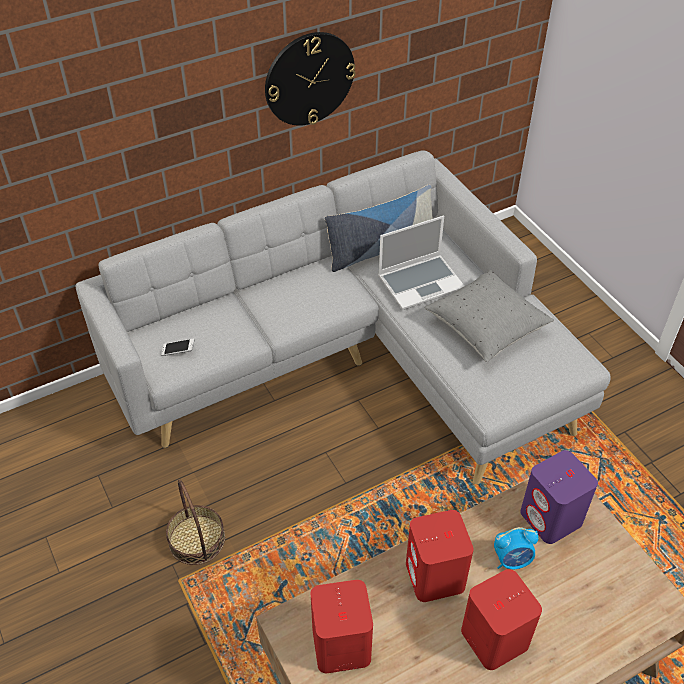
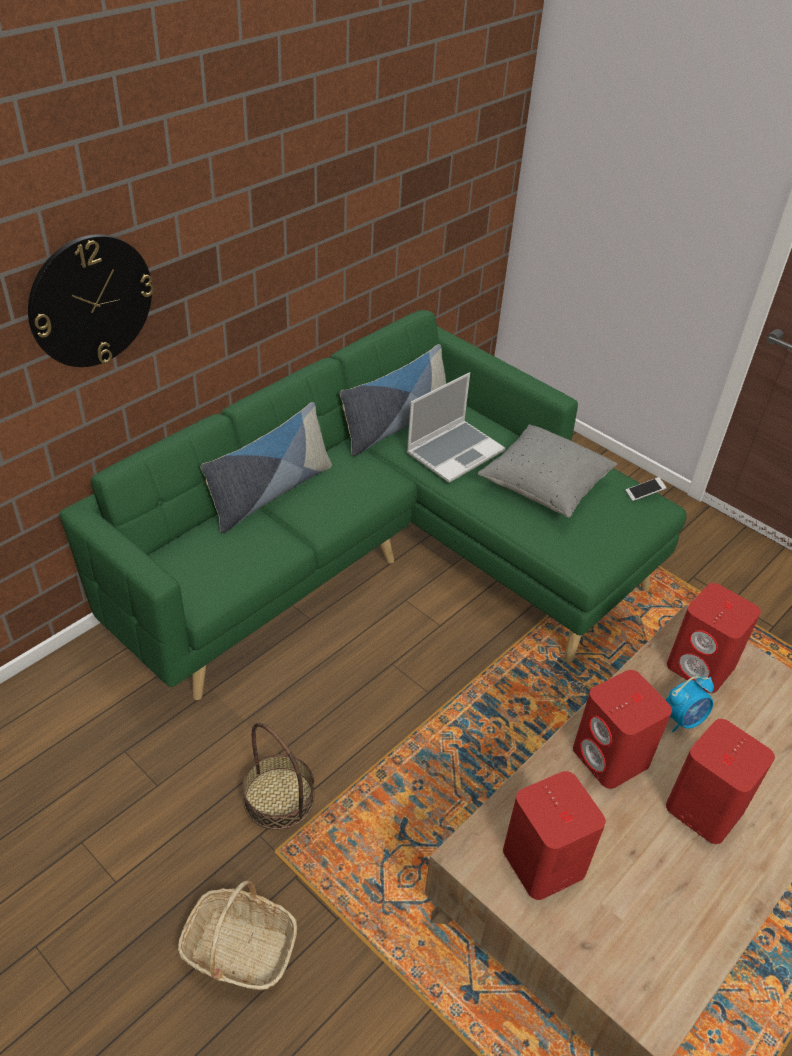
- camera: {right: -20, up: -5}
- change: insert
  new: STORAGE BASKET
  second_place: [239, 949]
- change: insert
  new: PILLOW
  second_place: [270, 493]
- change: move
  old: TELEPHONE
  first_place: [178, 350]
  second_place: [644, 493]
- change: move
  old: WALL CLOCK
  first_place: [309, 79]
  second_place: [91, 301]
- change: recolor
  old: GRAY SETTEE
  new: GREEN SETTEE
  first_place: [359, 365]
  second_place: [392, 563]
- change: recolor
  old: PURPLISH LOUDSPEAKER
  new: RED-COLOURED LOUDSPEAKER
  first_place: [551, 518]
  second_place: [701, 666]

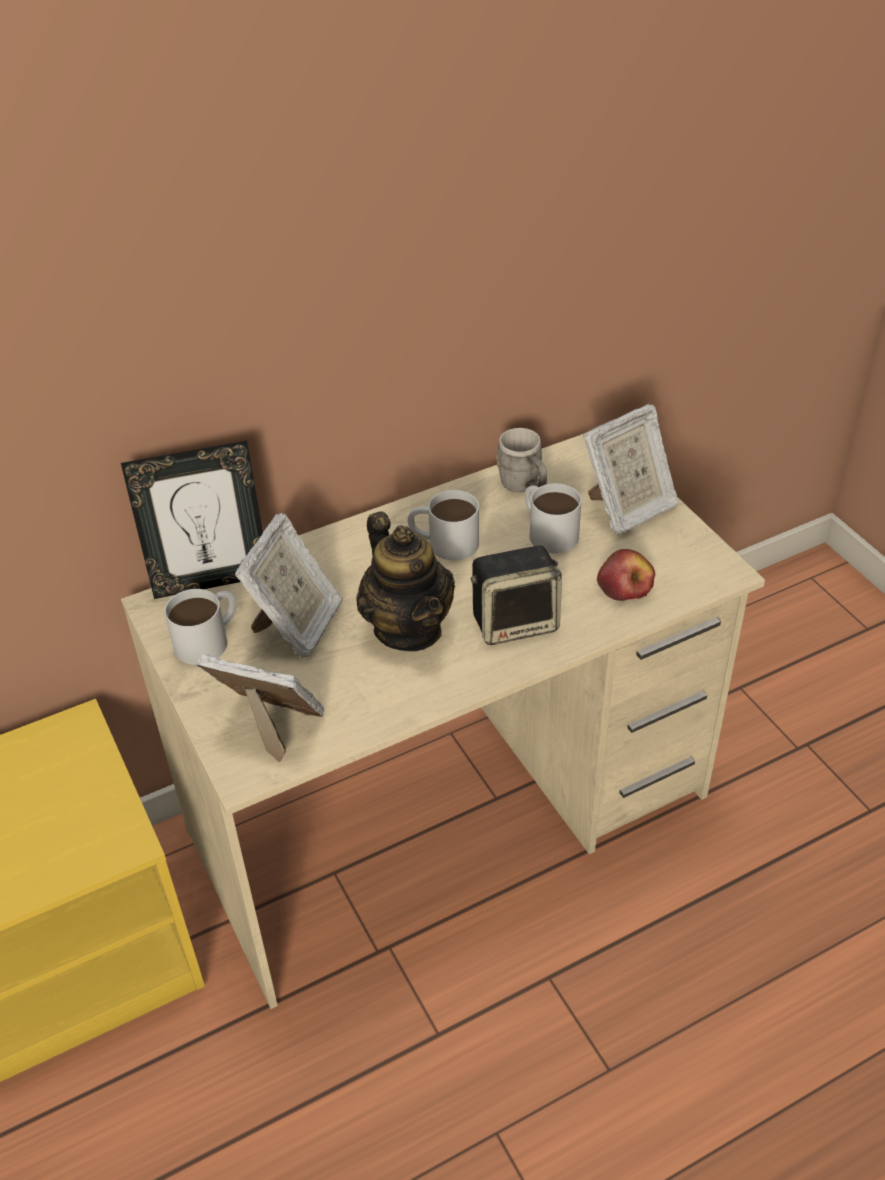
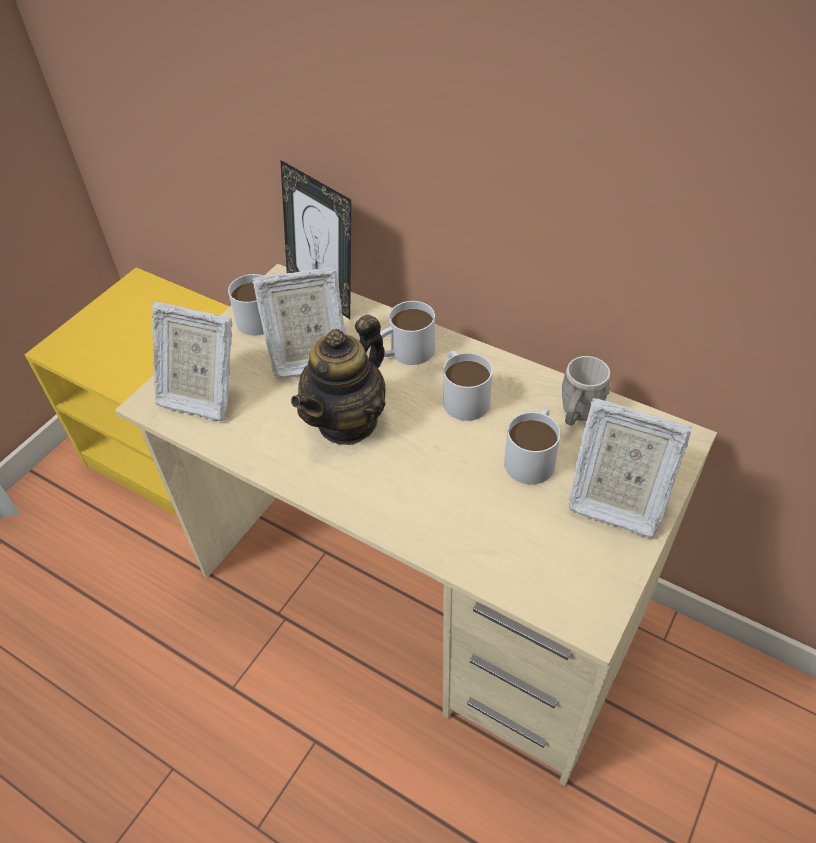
- camera: {right: 60, up: 5}
- change: delete
  old: LOUDSPEAKER
  first_place: [516, 622]
- change: delete
  old: APPLE FRUIT
  first_place: [625, 586]
- change: insert
  new: WHITE COFFEE MUG
  second_place: [404, 352]
- change: rotate
  old: PHOTO FRAME
  first_place: [273, 727]
  second_place: [200, 396]
  degrees: 120

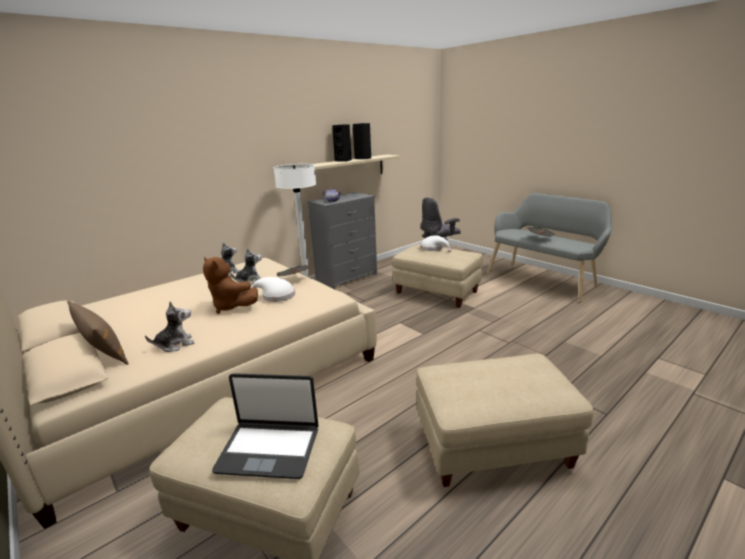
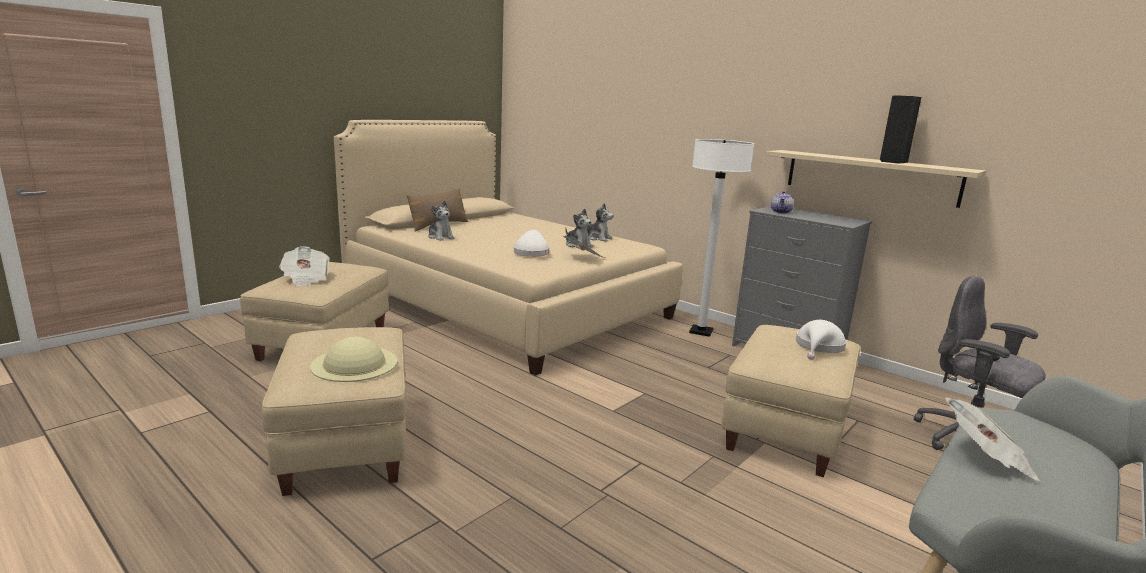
- camera: {right: 80, up: -5}
- change: delete
  old: BROWN SOFT TOY
  first_place: [231, 307]
- change: delete
  old: BLACK-COLOURED LOUDSPEAKER
  first_place: [344, 160]
- change: insert
  new: BEIGE-COLOURED CLOTHING HAT
  second_place: [354, 363]
- change: replace
  old: LAPTOP
  new: NEWSPAPER
  first_place: [269, 449]
  second_place: [305, 279]

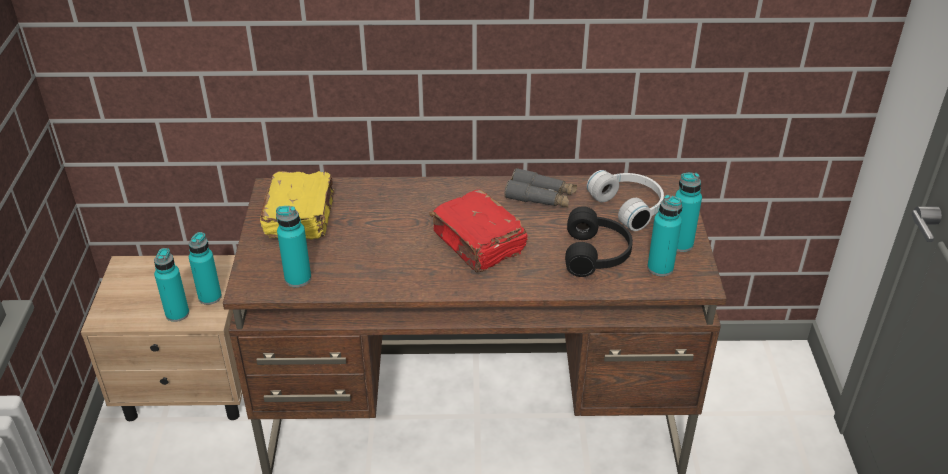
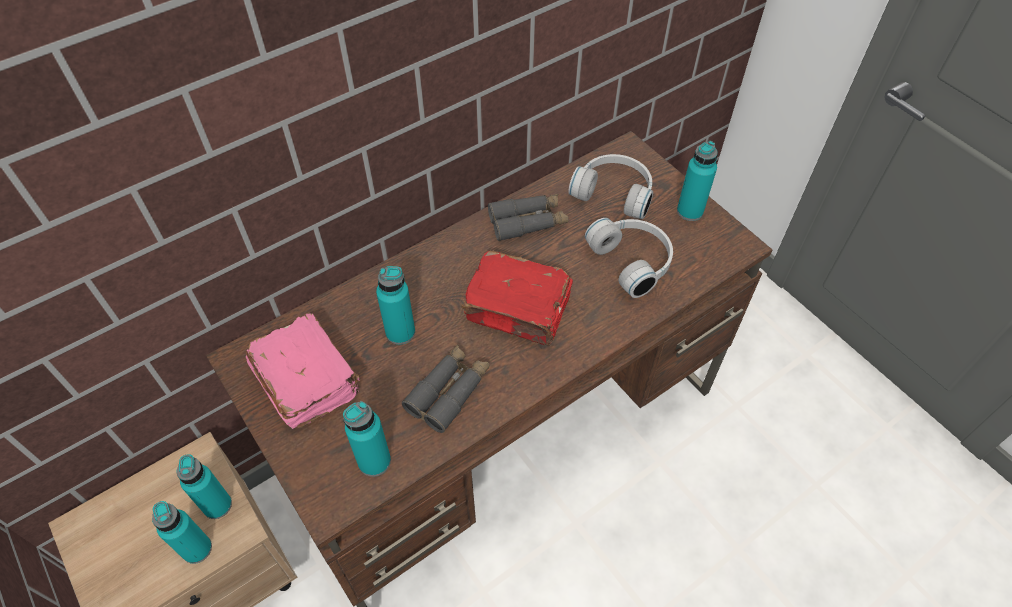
- camera: {right: -35, up: 15}
- change: insert
  new: GRAY FIELD GLASSES
  second_place: [449, 392]
- change: move
  old: TURQUOISE-COLOURED BOTTLE
  first_place: [660, 268]
  second_place: [400, 332]
- change: recolor
  old: YELLOWISH BOUND BOOK
  new: PINK-COLOURED BOUND BOOK
  first_place: [301, 217]
  second_place: [307, 379]
- change: recolor
  old: BLACK-COLOURED HEADSET
  new: WHITE HEADSET
  first_place: [597, 254]
  second_place: [633, 261]

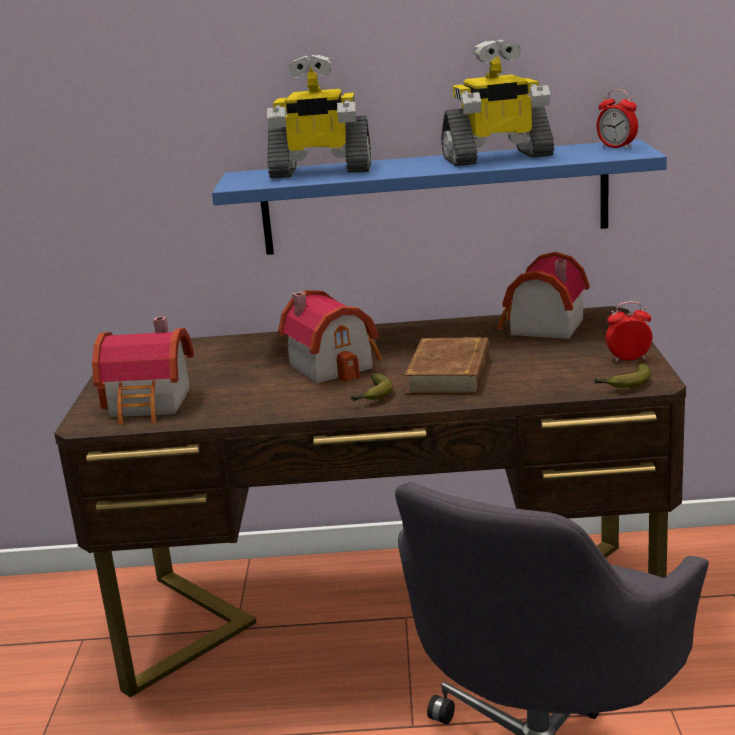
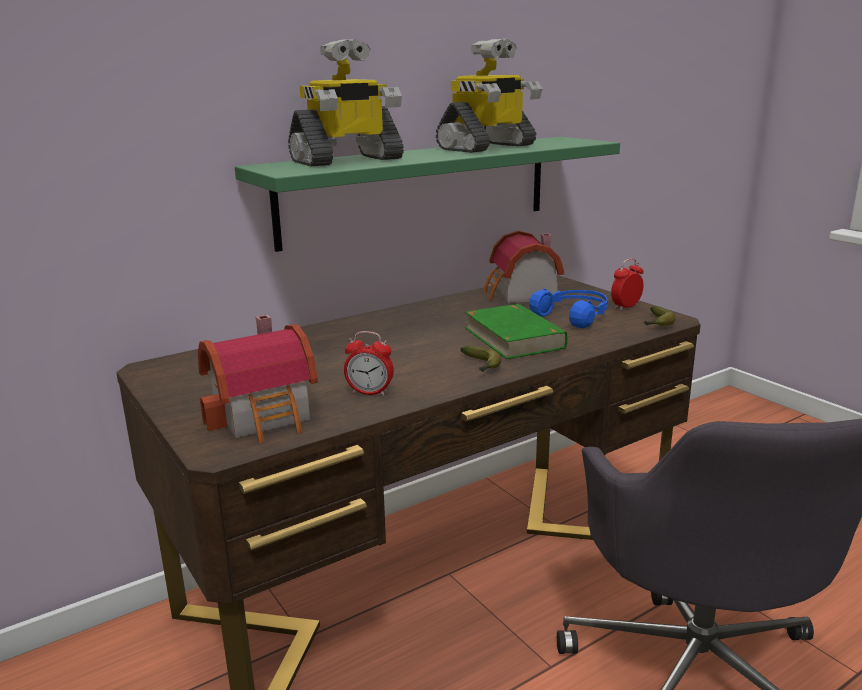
- camera: {right: -35, up: 0}
- change: delete
  old: TOY HOUSE
  first_place: [334, 365]
- change: insert
  new: BLUE-COLOURED HEADSET
  second_place: [574, 316]
- change: move
  old: TABLE CLOCK
  first_place: [617, 147]
  second_place: [370, 393]
- change: recolor
  old: BLUE-COLOURED BRACKET SHELF
  new: GREEN BRACKET SHELF
  first_place: [434, 198]
  second_place: [419, 189]
- change: recolor
  old: BROWN BOUND BOOK
  new: GREEN BOUND BOOK
  first_place: [450, 373]
  second_place: [514, 337]

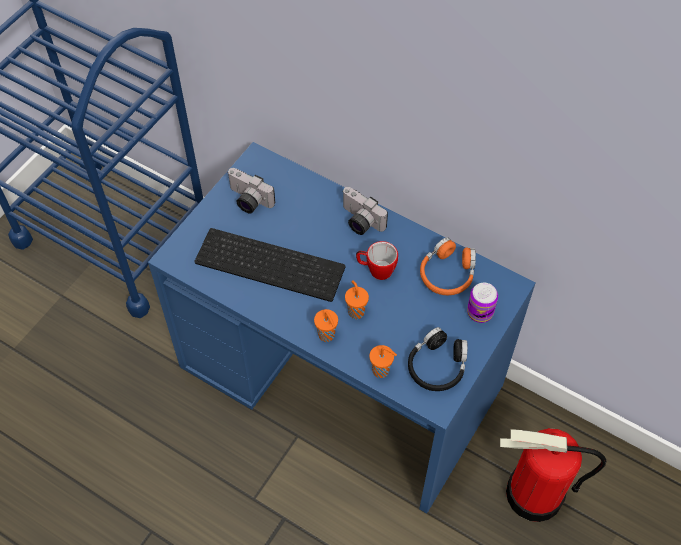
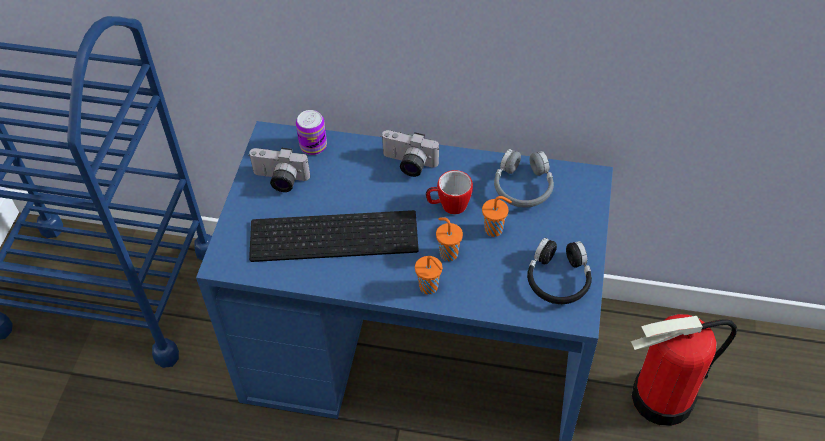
- camera: {right: -20, up: -5}
- change: move
  old: ORANGE SMALL CUP
  first_place: [381, 371]
  second_place: [494, 230]
- change: move
  old: CAN
  first_place: [480, 312]
  second_place: [313, 146]
- change: recolor
  old: ORANGE HEADSET
  new: GRAY HEADSET
  first_place: [447, 273]
  second_place: [523, 186]

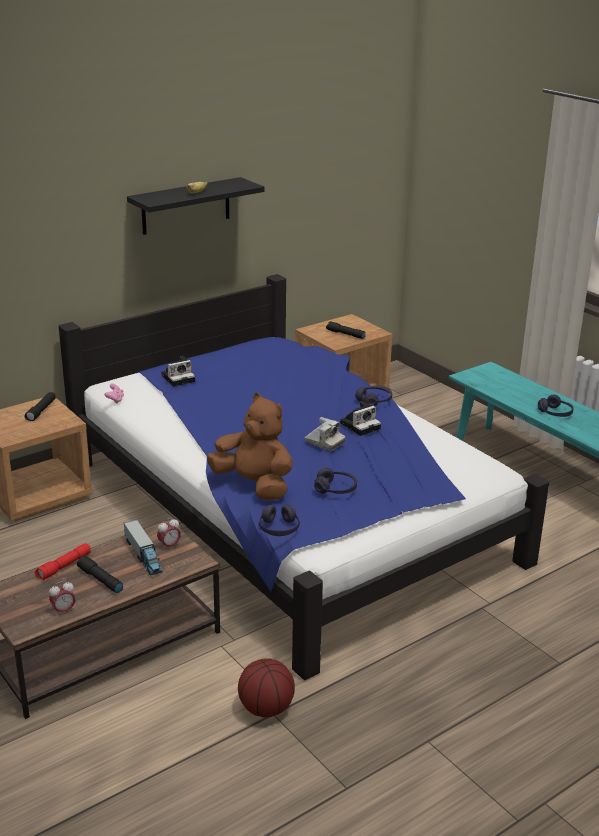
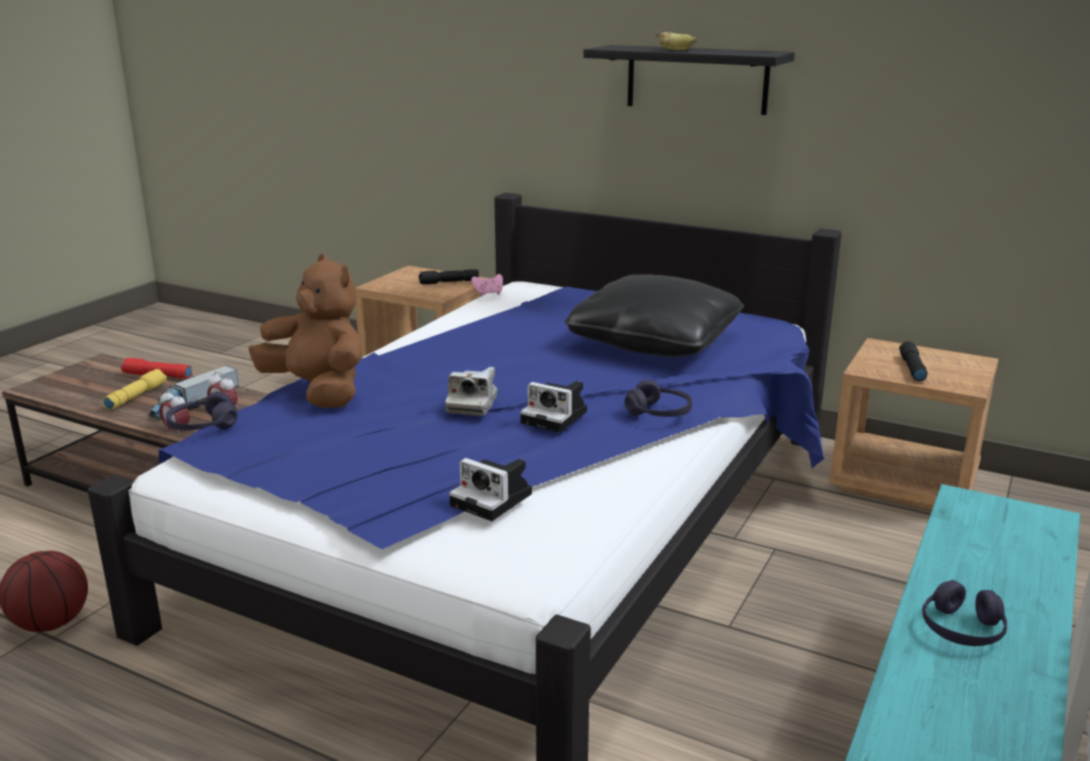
- camera: {right: 65, up: -5}
- change: delete
  old: PURPLISH HEADSET
  first_place: [335, 489]
- change: insert
  new: BLACK-COLOURED PILLOW
  second_place: [655, 342]
- change: move
  old: TABLE CLOCK
  first_place: [63, 610]
  second_place: [176, 430]
- change: move
  old: PHOTO CAMERA
  first_place: [179, 378]
  second_place: [494, 500]
- change: recolor
  old: BLACK-COLOURED HAND TORCH
  new: YELLOWISH HAND TORCH
  first_place: [99, 580]
  second_place: [136, 396]
- change: rotate
  old: BROWN SOFT TOY
  first_place: [254, 485]
  second_place: [318, 392]
  degrees: -60

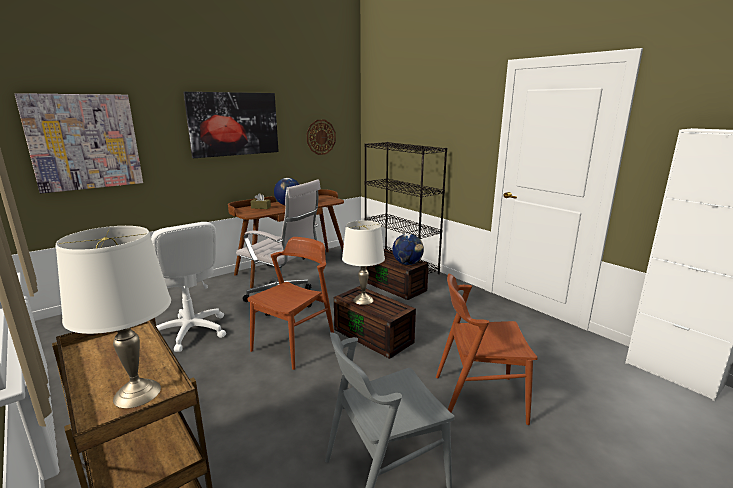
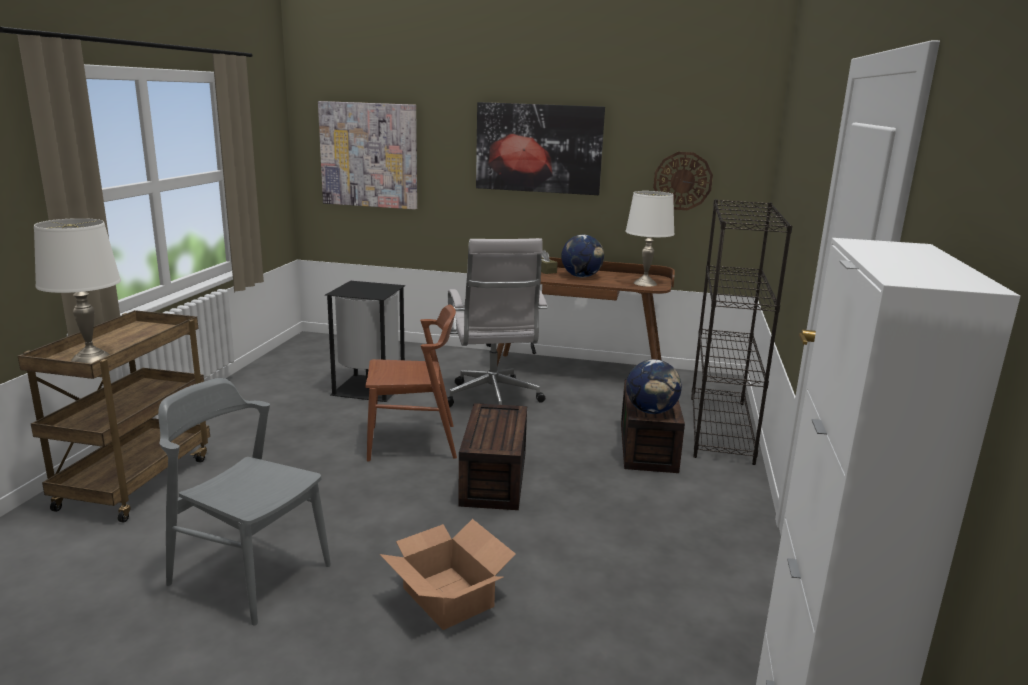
- camera: {right: 50, up: 0}
- change: move
  old: WHITE TABLETOP LAMP
  first_place: [363, 300]
  second_place: [644, 283]
- change: replace
  old: WHITE COMPUTER CHAIR
  new: BLACK-COLOURED TRASH CAN
  first_place: [191, 331]
  second_place: [368, 388]
- change: replace
  old: BROWN UPRIGHT CHAIR
  new: CARDBOARD BOX
  first_place: [478, 398]
  second_place: [448, 596]

